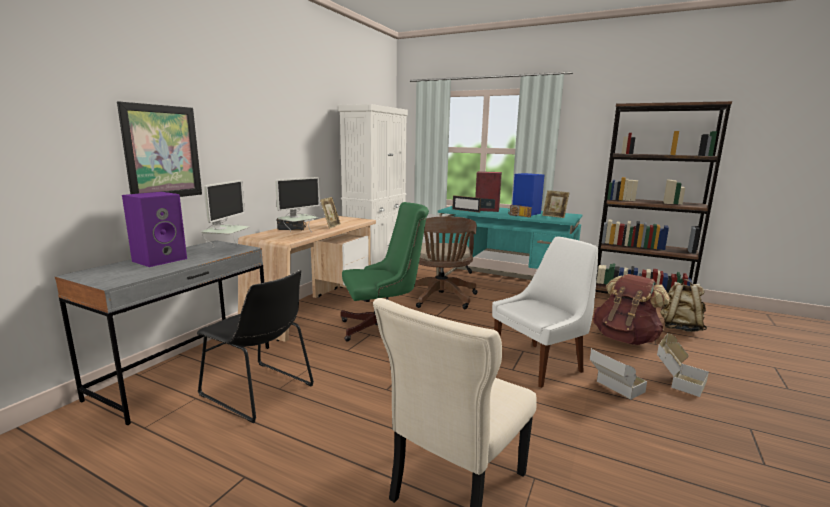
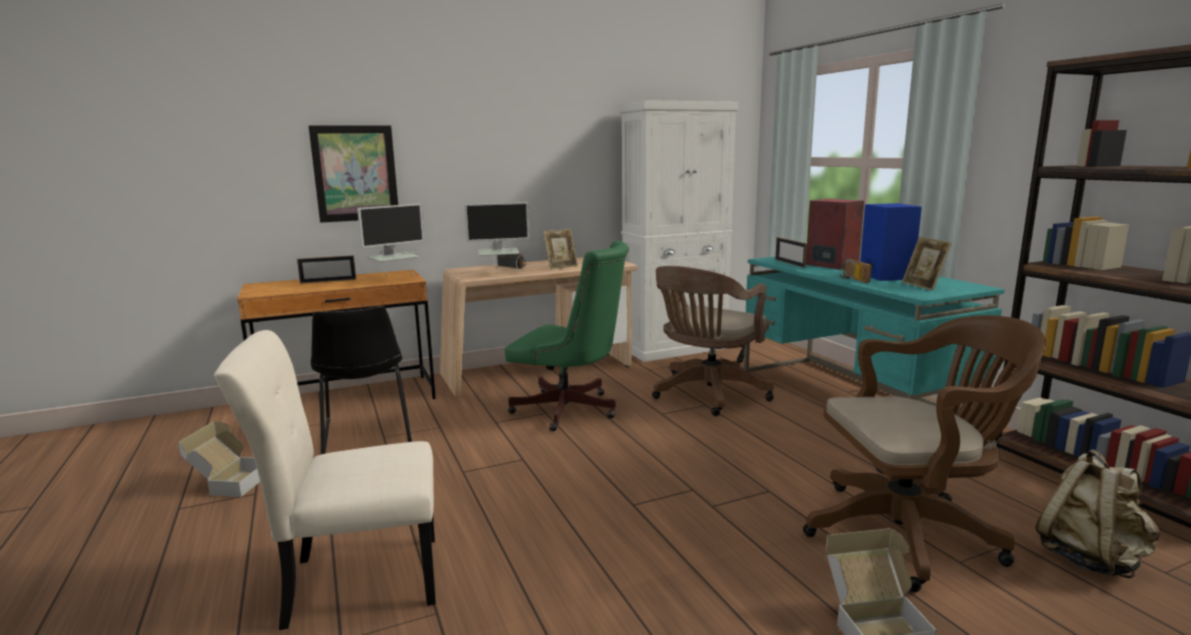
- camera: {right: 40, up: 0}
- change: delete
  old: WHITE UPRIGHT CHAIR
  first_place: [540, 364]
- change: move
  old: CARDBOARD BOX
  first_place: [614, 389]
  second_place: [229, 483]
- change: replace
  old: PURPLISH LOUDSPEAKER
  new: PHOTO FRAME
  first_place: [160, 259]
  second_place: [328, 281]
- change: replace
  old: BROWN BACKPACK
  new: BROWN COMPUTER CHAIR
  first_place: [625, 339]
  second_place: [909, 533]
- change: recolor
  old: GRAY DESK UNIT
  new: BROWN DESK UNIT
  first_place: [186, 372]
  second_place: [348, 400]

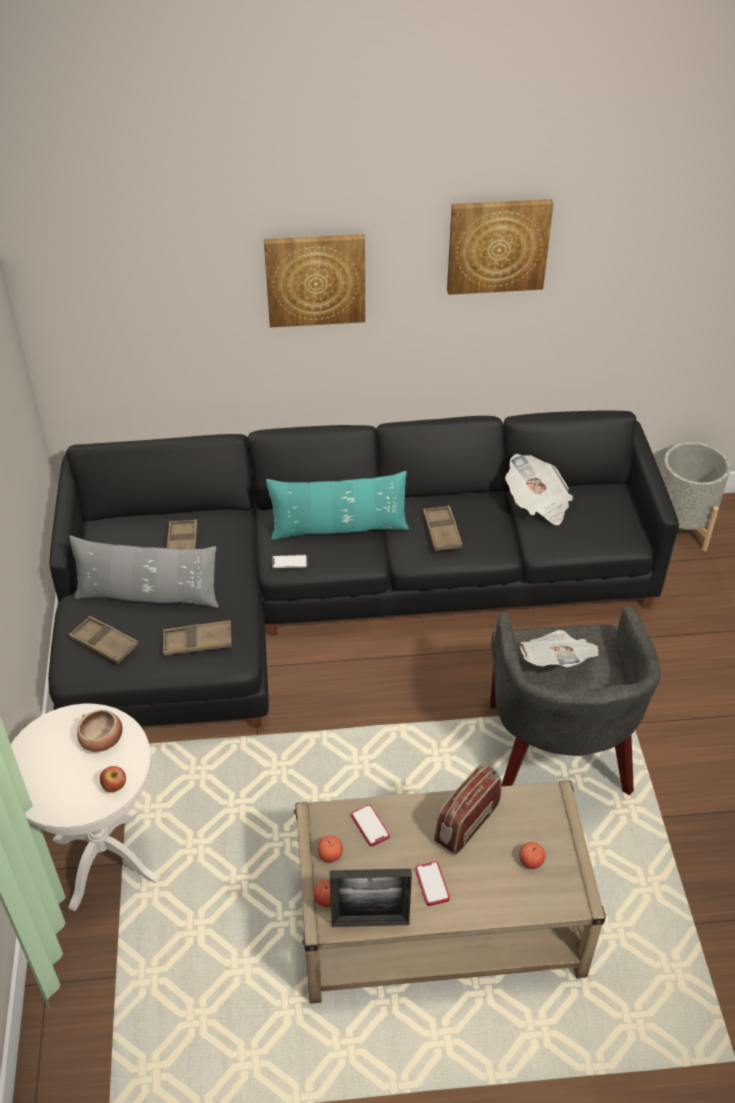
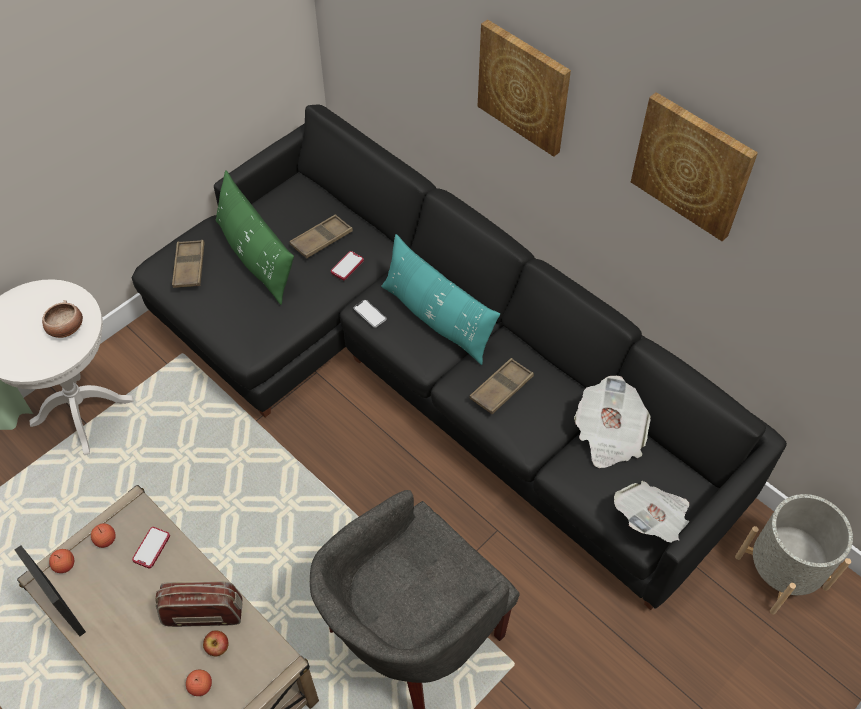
- camera: {right: 50, up: 10}
- change: delete
  old: BROWN SERVING TRAY
  first_place: [198, 642]
- change: move
  old: APPLE FRUIT
  first_place: [115, 787]
  second_place: [218, 648]
- change: move
  old: TELEPHONE
  first_place: [432, 884]
  second_place: [347, 266]
- change: move
  old: NEWSPAPER
  first_place: [556, 662]
  second_place: [652, 520]
- change: recolor
  old: GRAY PILLOW
  new: GREEN PILLOW
  first_place: [148, 595]
  second_place: [256, 257]

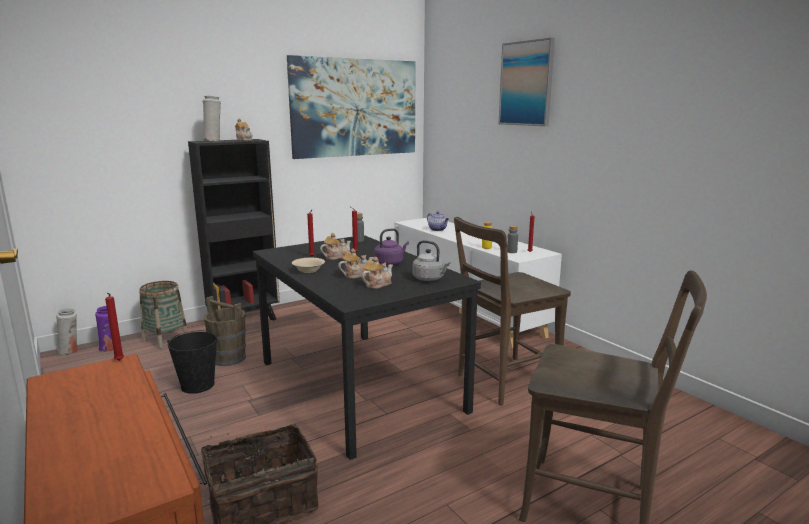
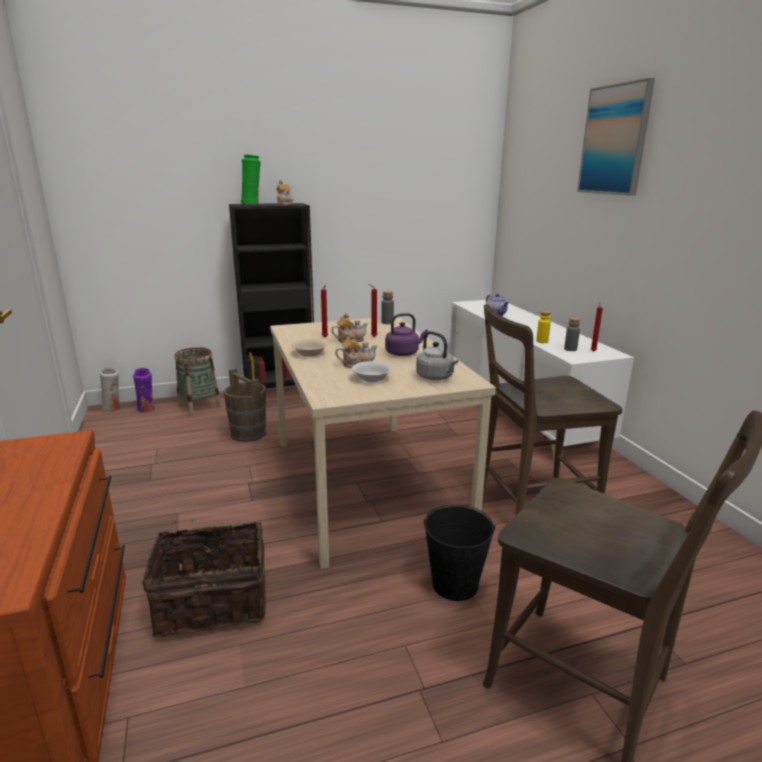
- camera: {right: 15, up: 5}
- change: delete
  old: RED-COLOURED WAX CANDLE
  first_place: [119, 361]
- change: delete
  old: PICTURE
  first_place: [355, 108]
- change: move
  old: BLACK-COLOURED BUCKET
  first_place: [197, 385]
  second_place: [455, 584]
- change: replace
  old: POT FOR TEA
  new: WHITE SERVING BOWL
  first_place: [377, 284]
  second_place: [371, 378]
- change: recolor
  old: WHITE FLOWER VASE
  new: GREEN FLOWER VASE
  first_place: [213, 141]
  second_place: [251, 204]
- change: recolor
  old: BLACK-COLOURED DINNER TABLE
  new: BEIGE-COLOURED DINNER TABLE
  first_place: [357, 385]
  second_place: [364, 483]

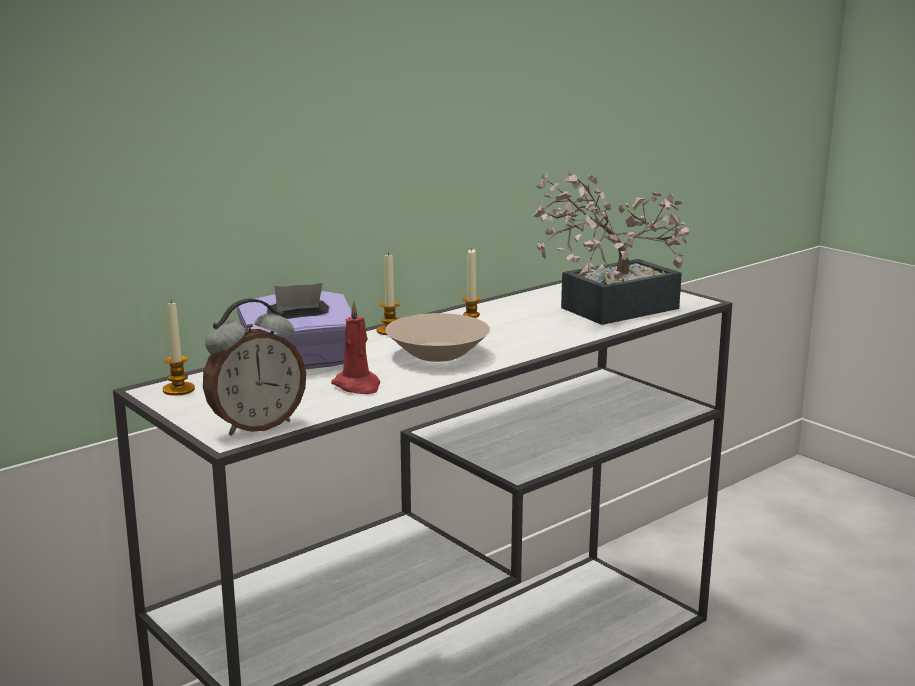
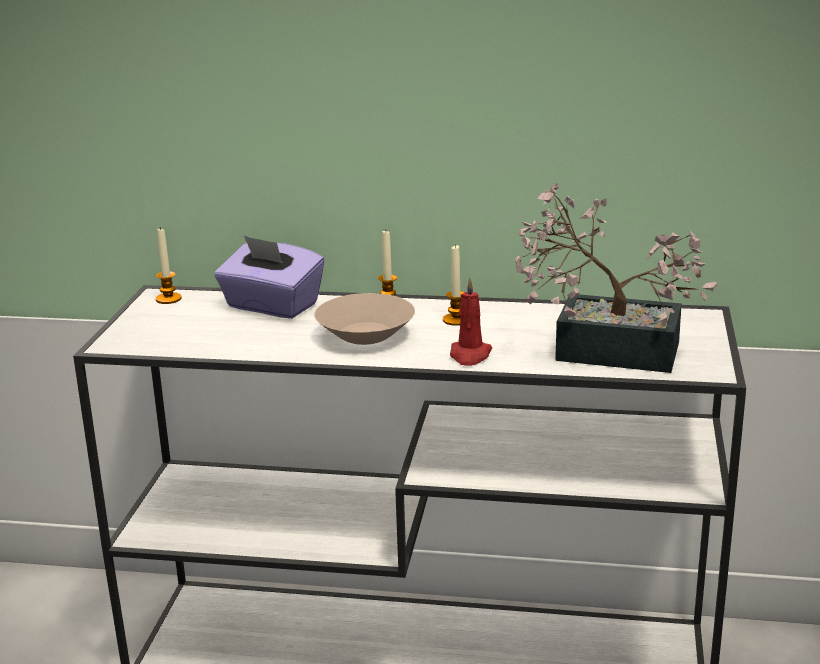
- camera: {right: 50, up: 5}
- change: delete
  old: TABLE CLOCK
  first_place: [256, 426]
- change: move
  old: RED-COLOURED WAX CANDLE
  first_place: [358, 386]
  second_place: [470, 355]

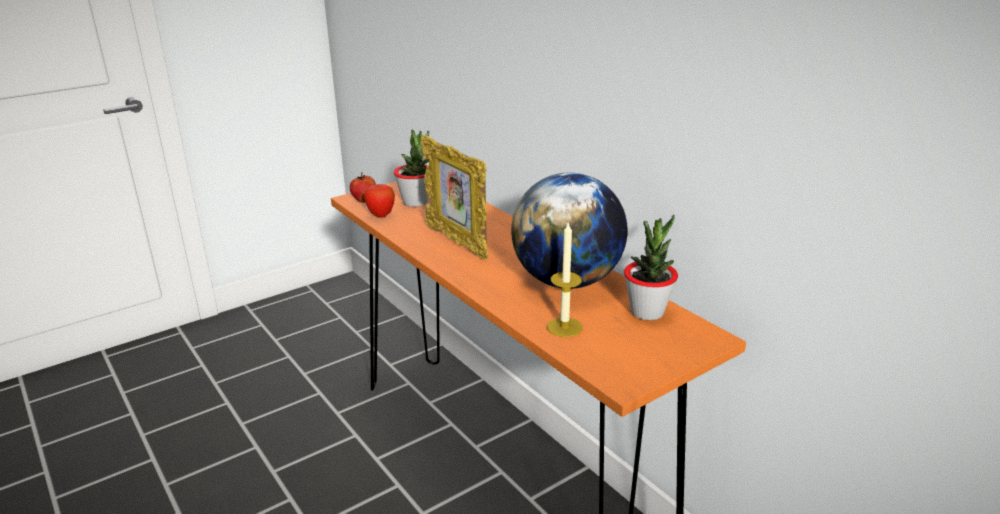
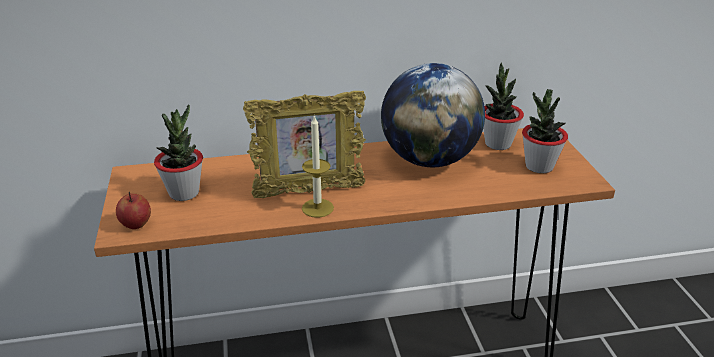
- camera: {right: -65, up: 5}
- change: delete
  old: APPLE FRUIT
  first_place: [381, 215]
- change: insert
  new: POTTED PLANT
  second_place: [539, 166]
- change: move
  old: WAX CANDLE
  first_place: [564, 327]
  second_place: [317, 208]

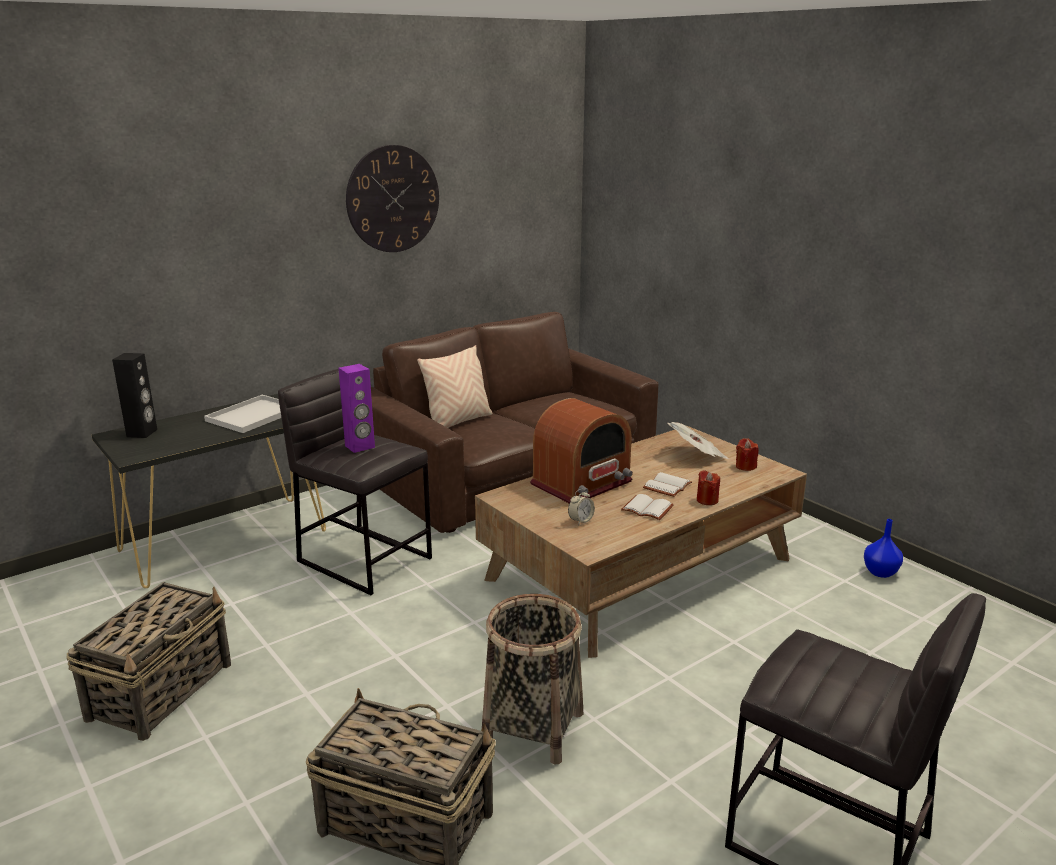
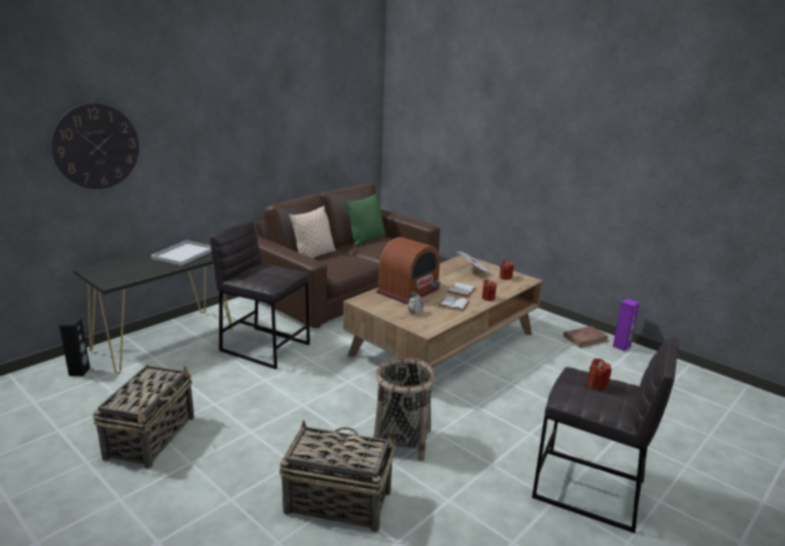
- camera: {right: -10, up: 0}
- change: insert
  new: GREEN PILLOW
  second_place: [366, 240]
- change: insert
  new: RED-COLOURED WAX CANDLE
  second_place: [597, 385]
- change: move
  old: BLACK-COLOURED LOUDSPEAKER
  first_place: [142, 433]
  second_place: [80, 371]
- change: move
  old: PURPLISH LOUDSPEAKER
  first_place: [360, 447]
  second_place: [622, 346]
- change: move
  old: WALL CLOCK
  first_place: [393, 199]
  second_place: [96, 146]
- change: replace
  old: BLUE-COLOURED FLOWER VASE
  new: BROWN BOUND BOOK
  first_place: [879, 572]
  second_place: [585, 338]

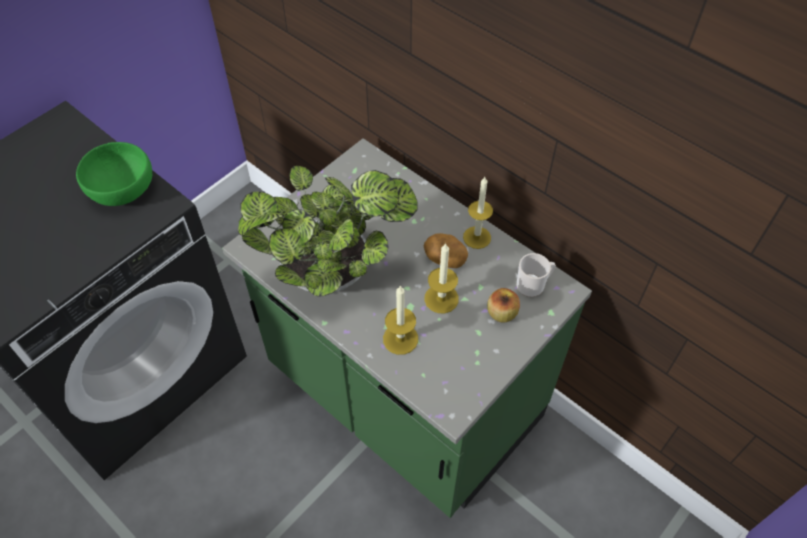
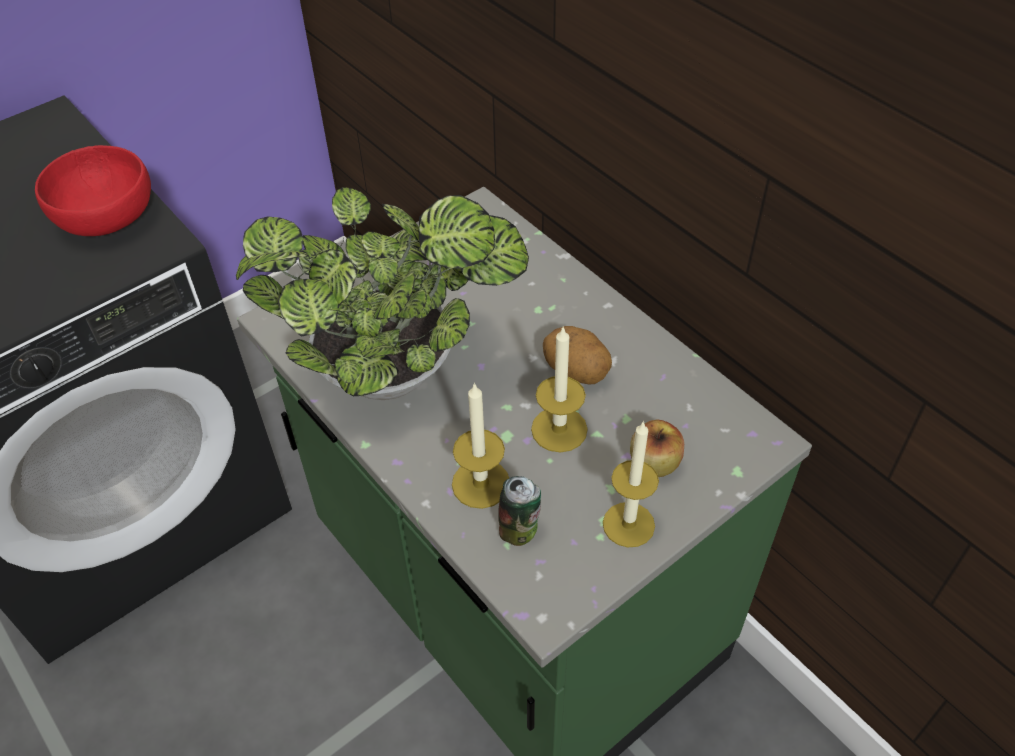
- camera: {right: 10, up: -5}
- change: delete
  old: COFFEE MUG
  first_place: [533, 285]
- change: insert
  new: CAN
  second_place: [520, 530]
- change: move
  old: WAX CANDLE
  first_place: [477, 237]
  second_place: [628, 524]
- change: recolor
  old: GREEN SERVING BOWL
  new: RED-COLOURED SERVING BOWL
  first_place: [121, 189]
  second_place: [104, 217]

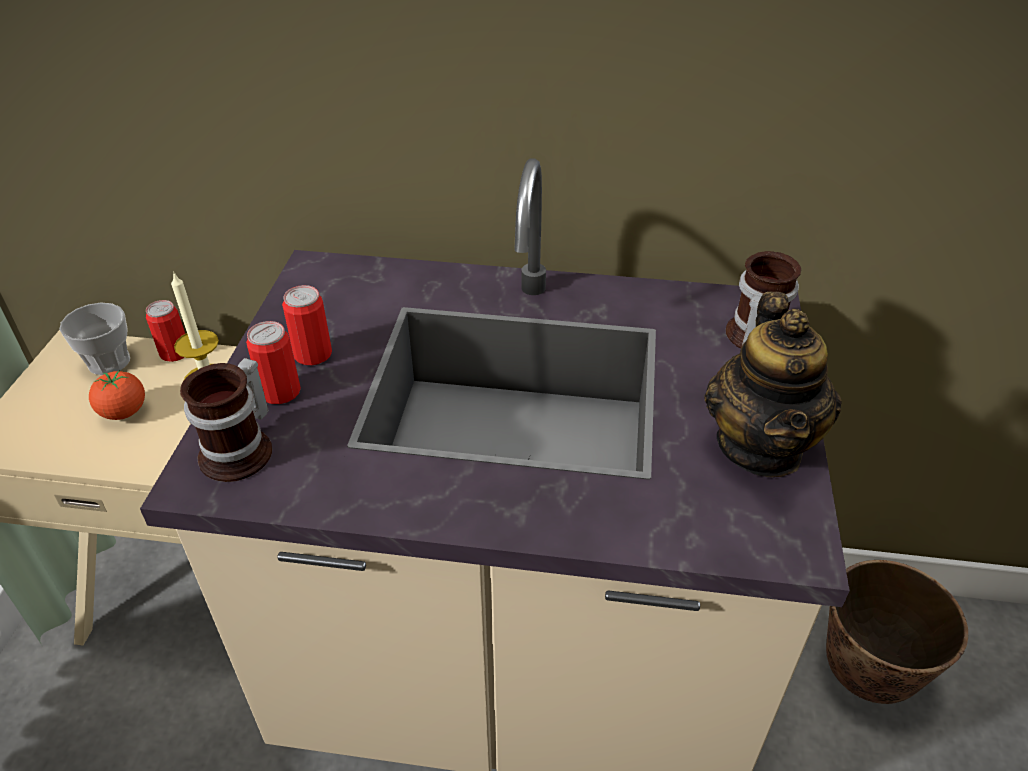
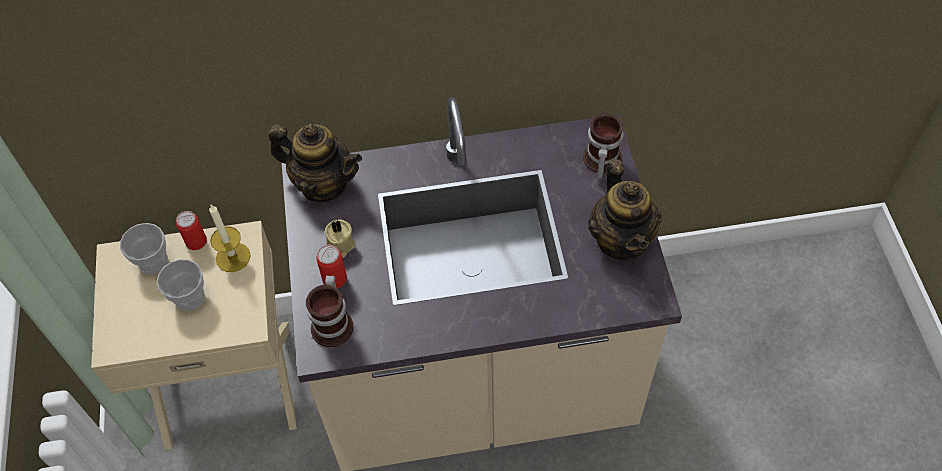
- camera: {right: -15, up: 15}
- change: delete
  old: FLOWER POT
  first_place: [866, 675]
- change: insert
  new: POT FOR TEA
  second_place: [323, 184]
- change: replace
  old: FRESH TOMATO
  new: SMALL CUP
  first_place: [124, 412]
  second_place: [189, 298]
- change: replace
  old: CAN
  new: BEIGE-COLOURED WAX CANDLE
  first_place: [313, 354]
  second_place: [340, 246]

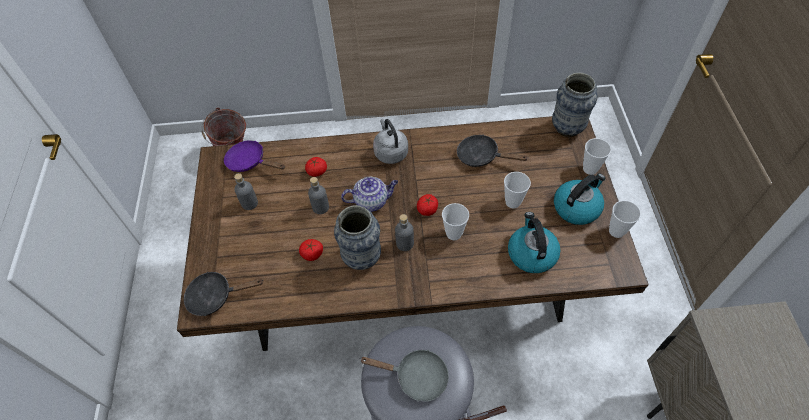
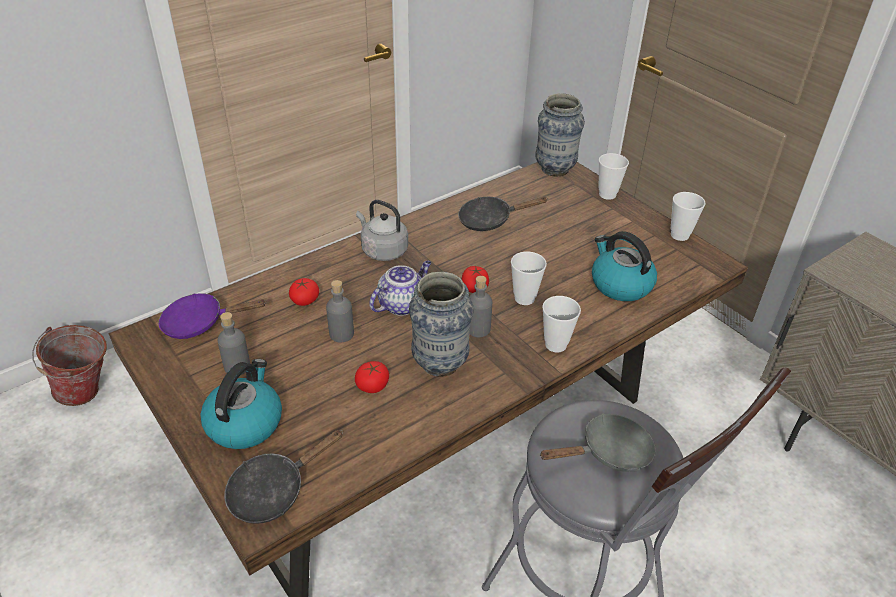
- camera: {right: -35, up: -15}
- change: move
  old: SMALL CUP
  first_place: [513, 202]
  second_place: [555, 344]
- change: move
  old: WATER KETTLE
  first_place: [576, 207]
  second_place: [245, 423]

